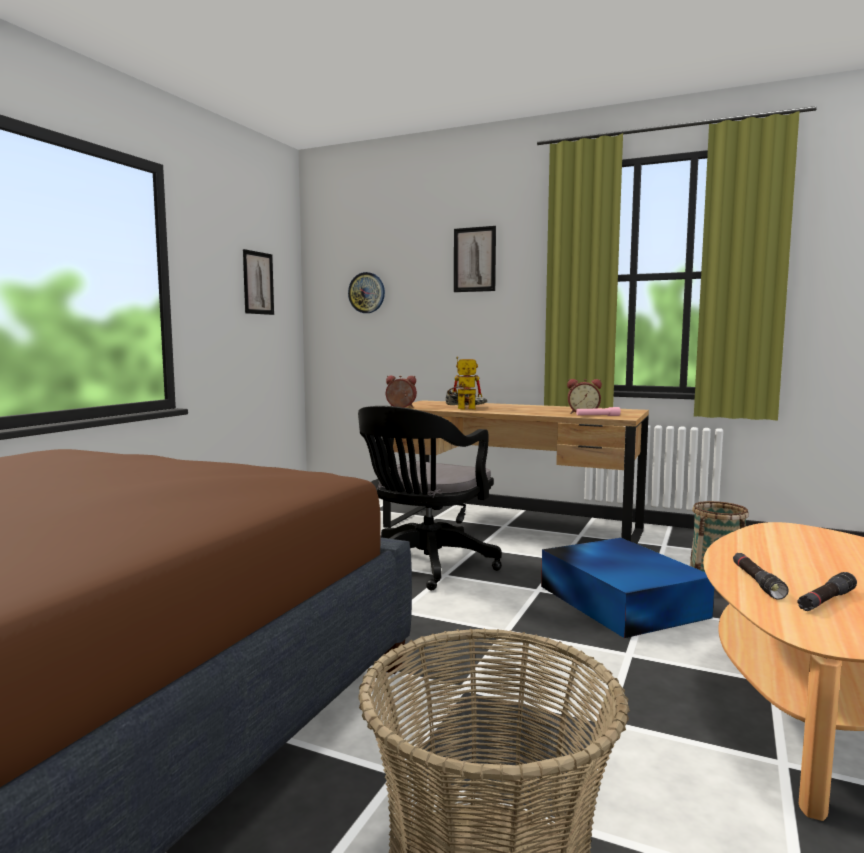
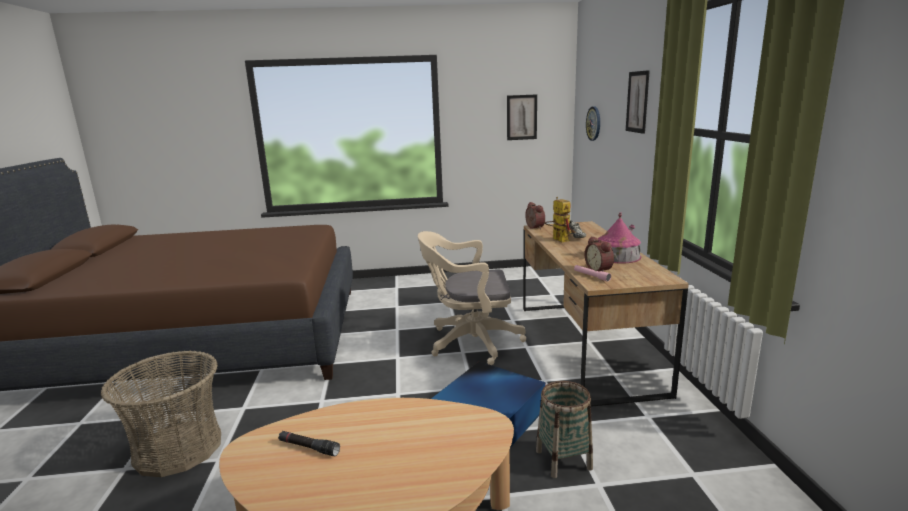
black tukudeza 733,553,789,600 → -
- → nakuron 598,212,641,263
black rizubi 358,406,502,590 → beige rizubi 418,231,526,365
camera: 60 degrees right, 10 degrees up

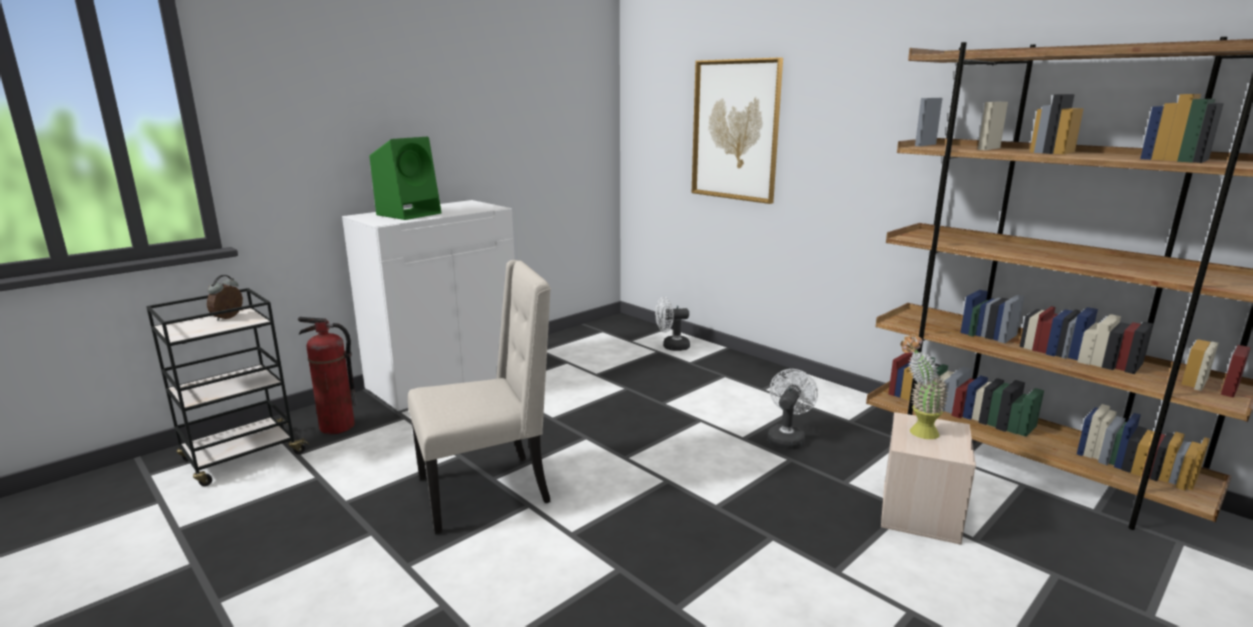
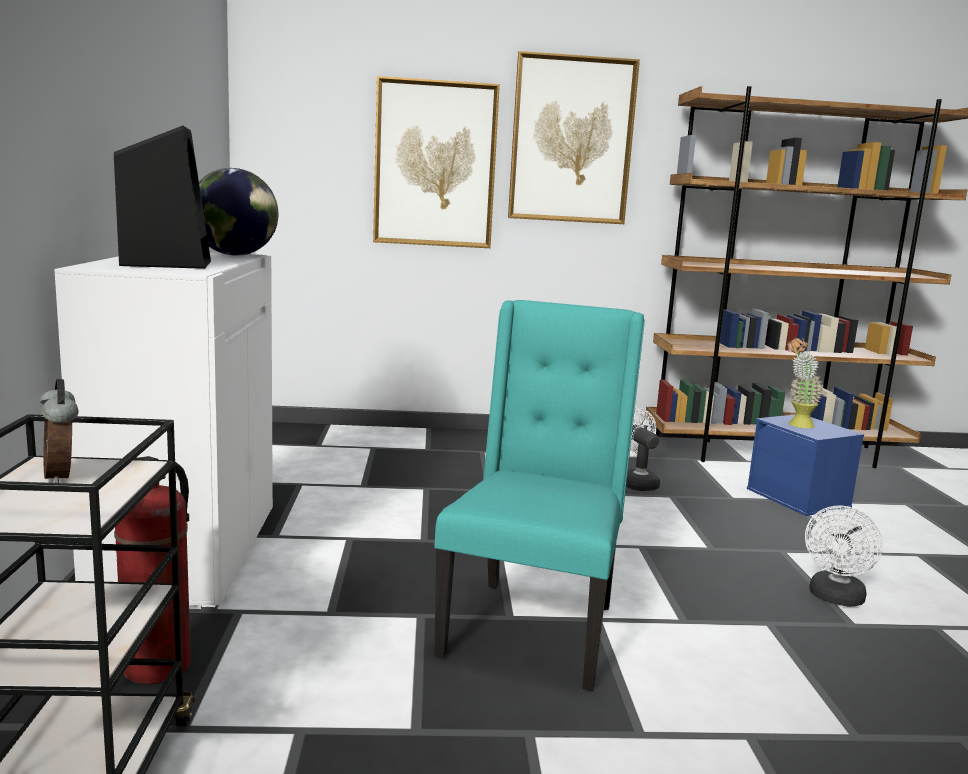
- → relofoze 199,168,278,256
- → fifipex 508,51,640,224
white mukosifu 655,297,690,351 → white mukosifu 805,505,883,607, move
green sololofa 369,137,442,220 → black sololofa 114,126,211,269
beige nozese 408,260,551,534 → turquoise nozese 434,300,645,691
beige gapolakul 881,412,976,545 → blue gapolakul 747,414,864,516
camera: 50 degrees left, 5 degrees down

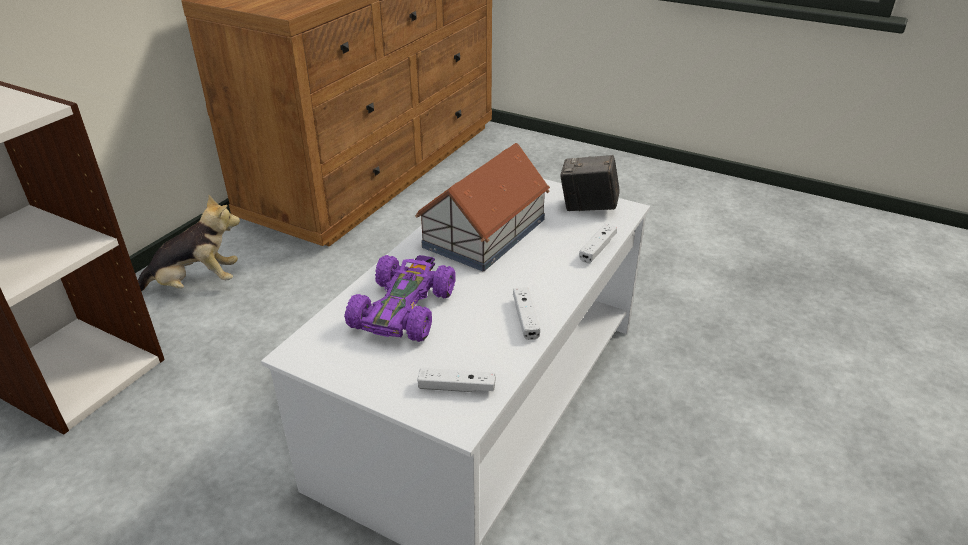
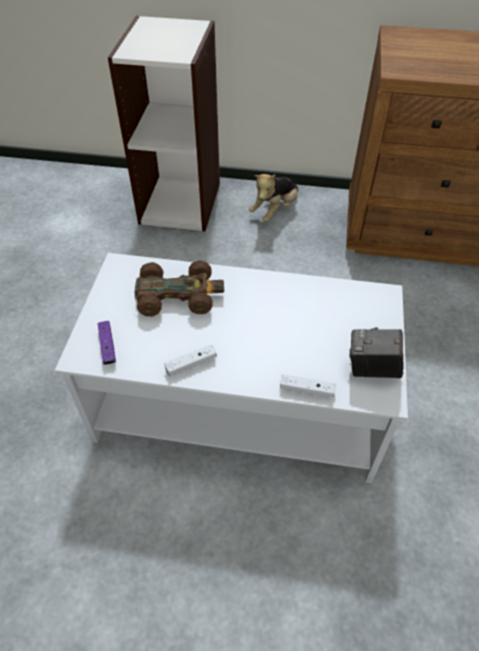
nakuron 415,143,550,271 → -
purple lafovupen 344,255,456,342 → brown lafovupen 135,260,224,316
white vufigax 417,368,495,392 → purple vufigax 98,321,116,365
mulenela 138,195,240,292 → mulenela 249,174,298,222, 75 degrees clockwise
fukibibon 560,155,620,211 → fukibibon 349,327,403,378, 75 degrees counterclockwise
camera: 70 degrees right, 15 degrees up

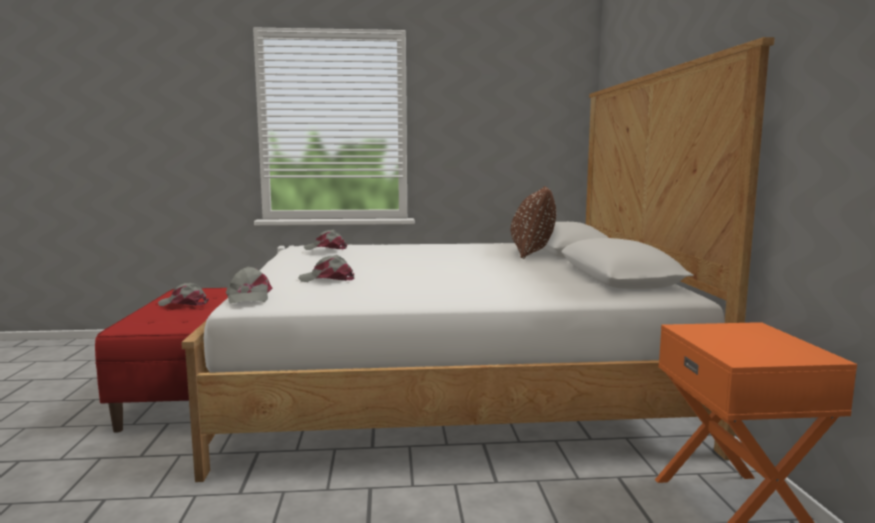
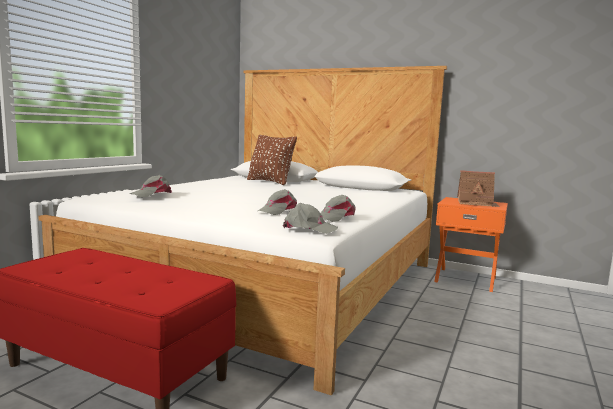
- → nakuron 457,170,500,207
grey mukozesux 158,283,209,306 → grey mukozesux 321,195,356,222, move
camera: 60 degrees left, 0 degrees up

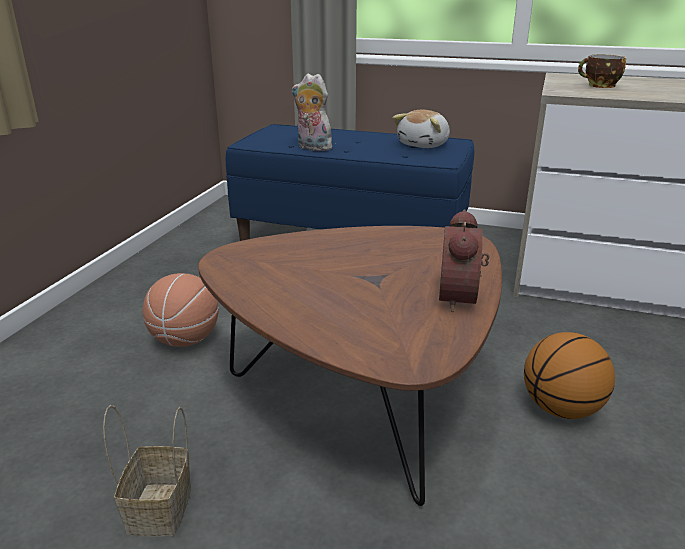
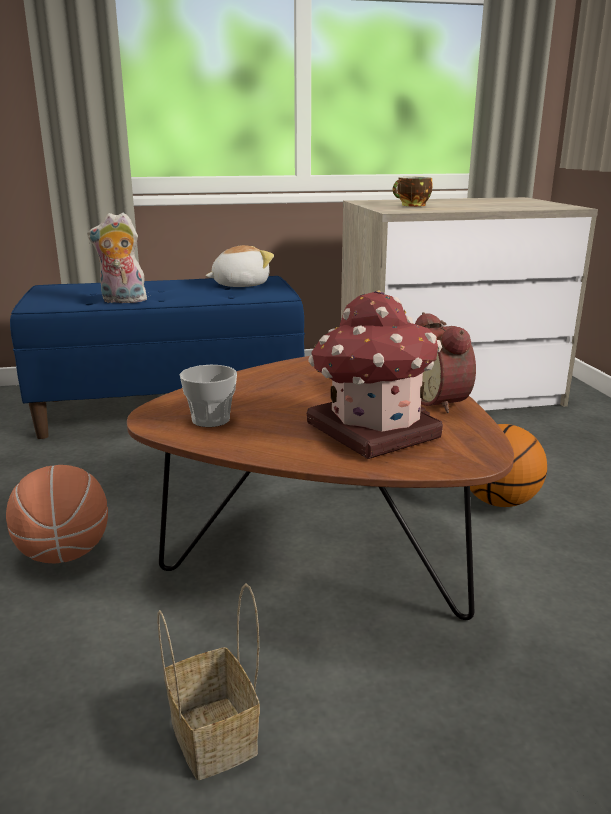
- → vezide 180,365,237,427
- → nakuron 307,290,443,459
mulenela 393,110,450,148 → mulenela 206,245,274,287, 120 degrees counterclockwise
camera: 30 degrees left, 5 degrees down

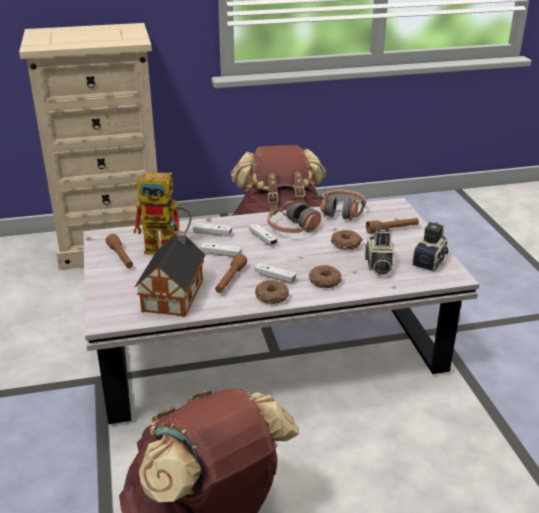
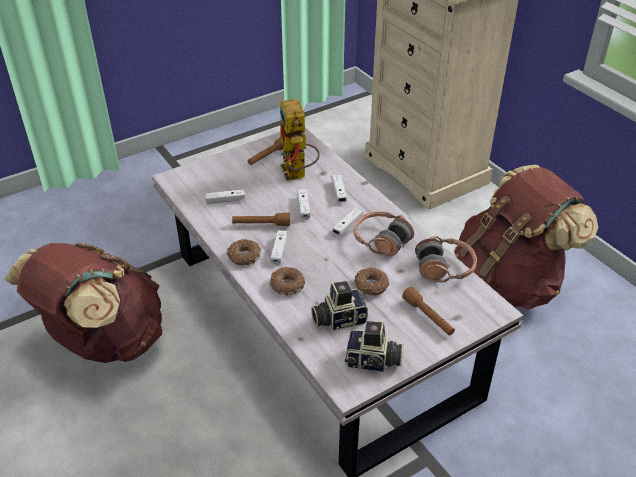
nakuron 134,231,206,317 → white vufigax 205,189,245,204
camera: 70 degrees right, 10 degrees up

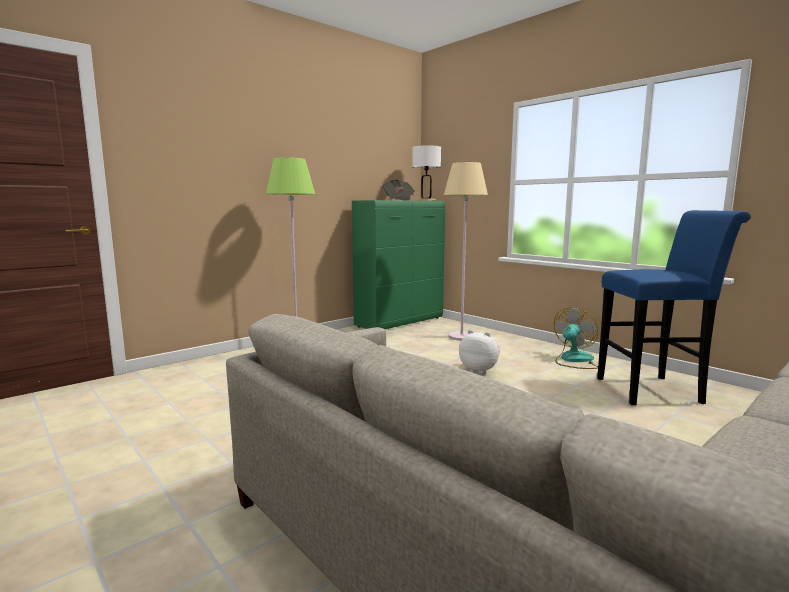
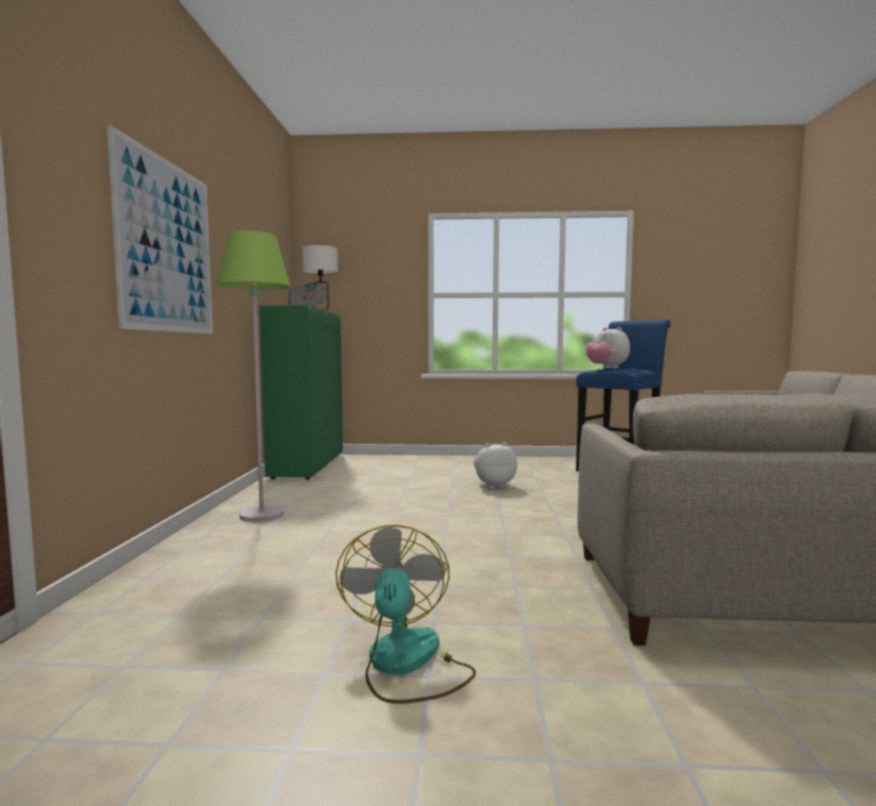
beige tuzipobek 444,162,488,341 → -
- → fifipex 107,124,213,334
- → mulenela 585,327,630,369
mukosifu 554,307,598,369 → mukosifu 336,525,476,704, move
camera: 45 degrees left, 5 degrees down

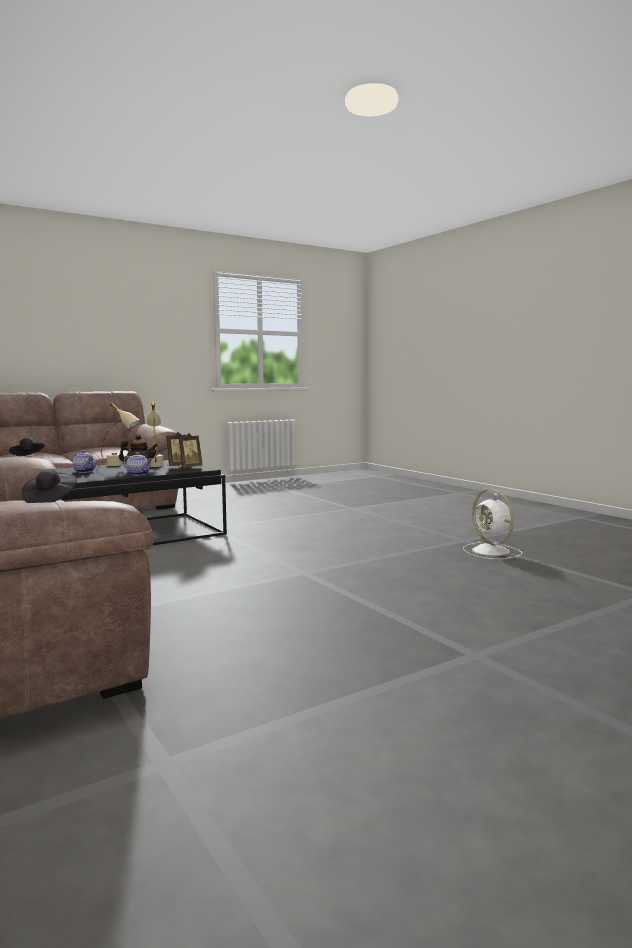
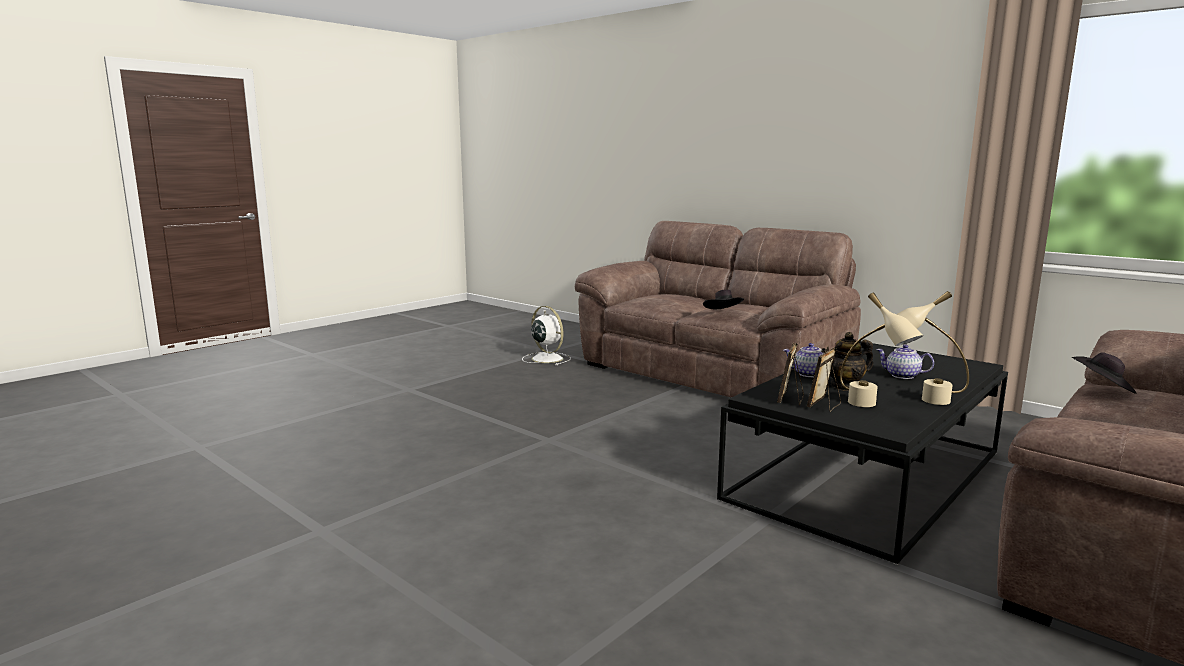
white mukosifu 463,489,522,559 → white mukosifu 522,306,571,365, move
camera: 165 degrees right, 5 degrees up

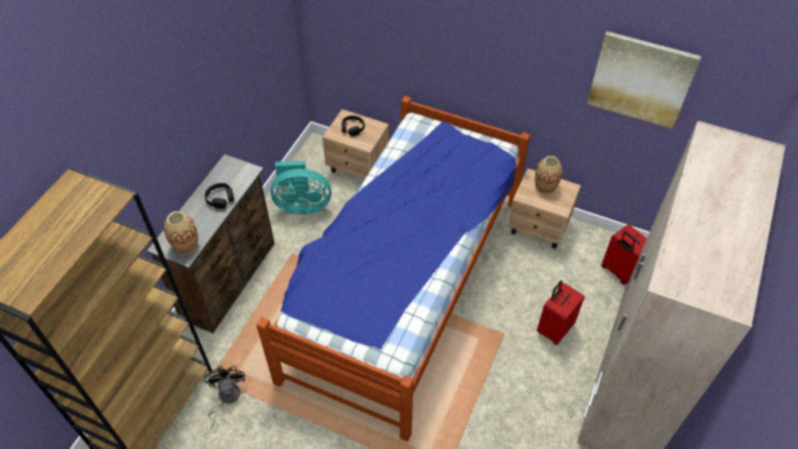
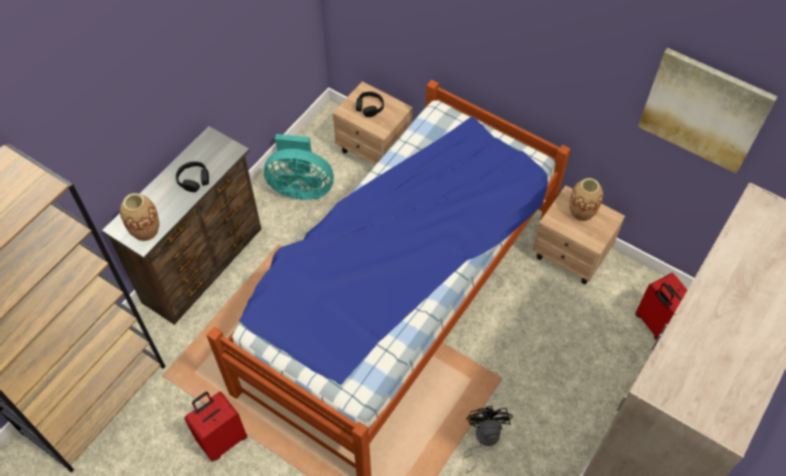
black mukosifu 204,366,245,429 → black mukosifu 463,406,513,473, move
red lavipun 537,280,585,345 → red lavipun 184,392,247,461, move
camera: 10 degrees right, 5 degrees up

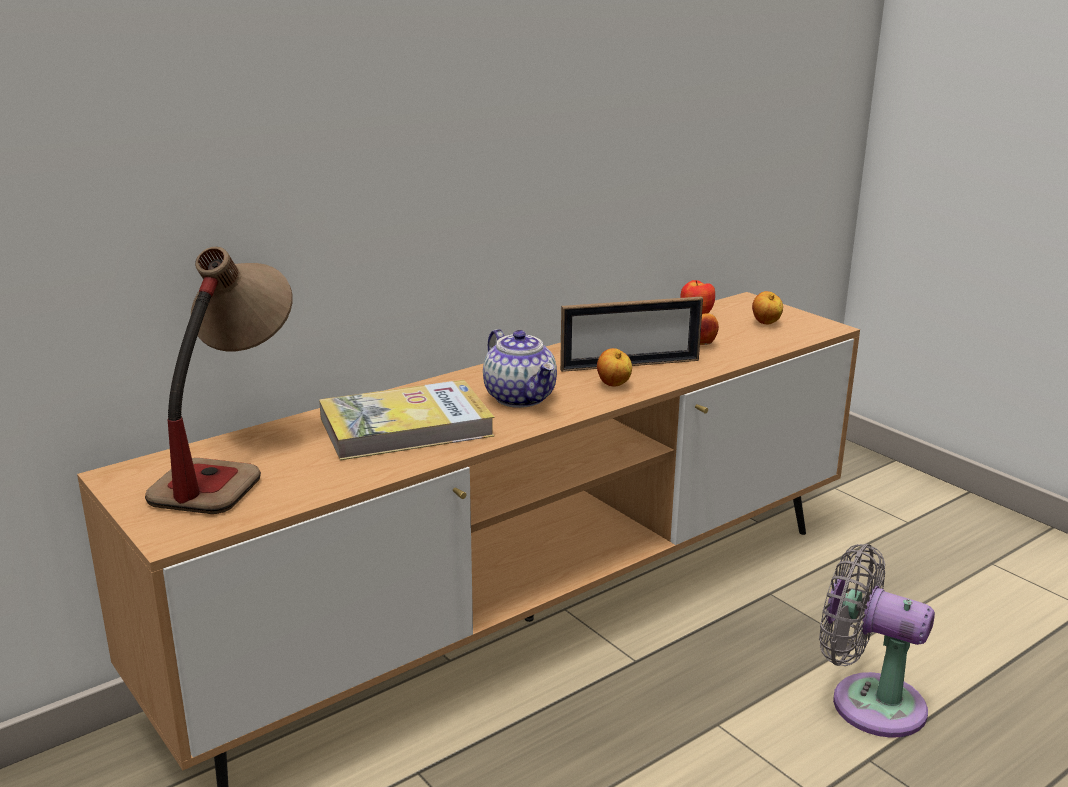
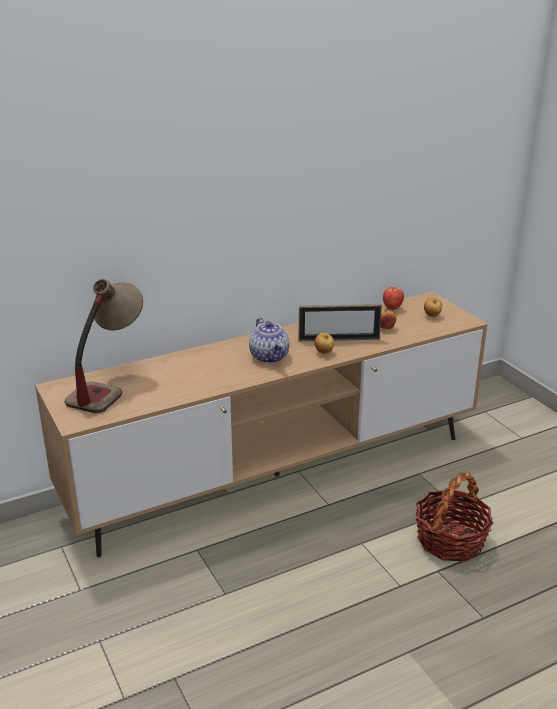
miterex 319,380,495,460 → -
grey mukosifu 819,544,935,738 → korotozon 415,472,493,562
camera: 10 degrees right, 5 degrees up

